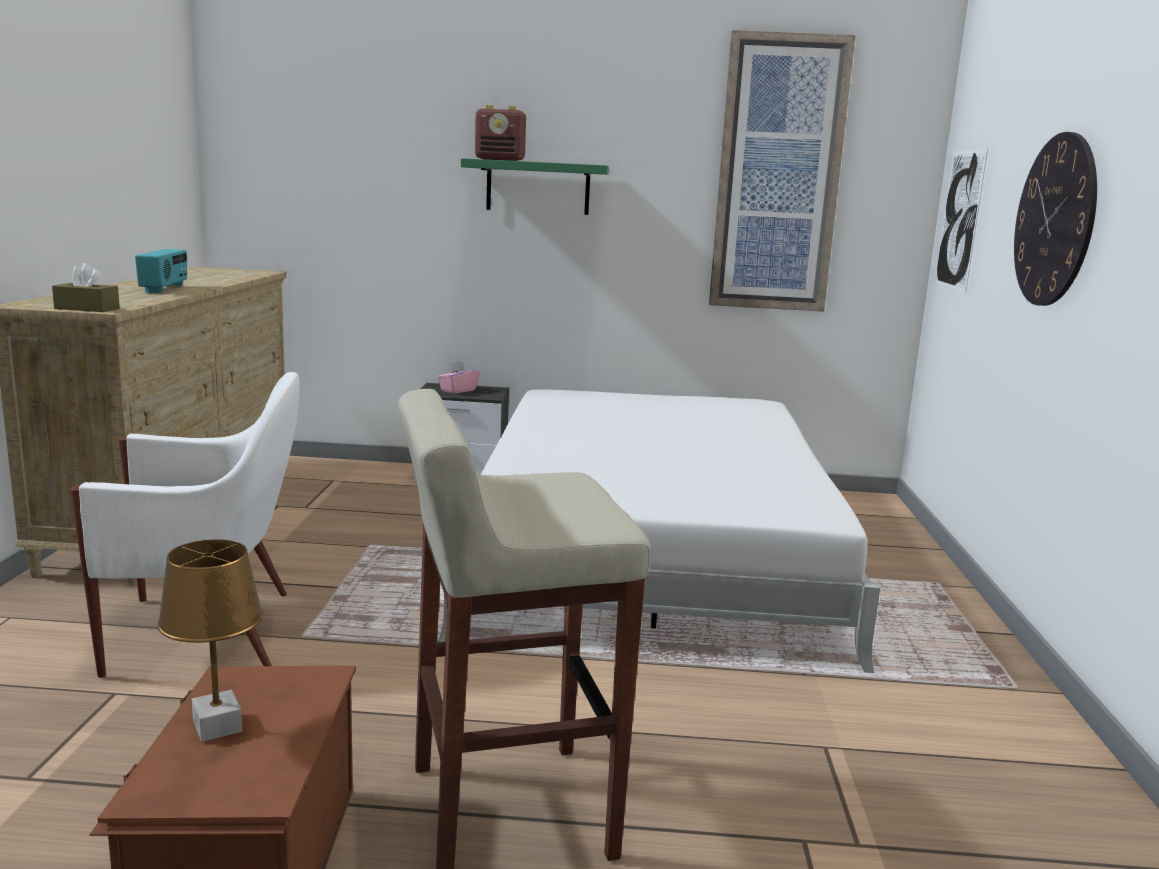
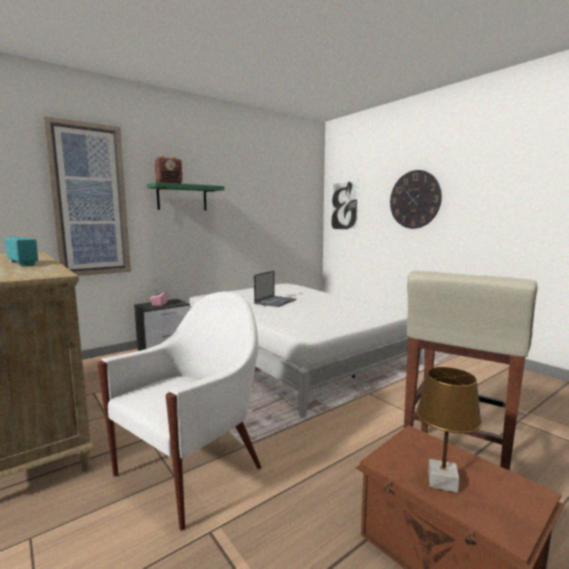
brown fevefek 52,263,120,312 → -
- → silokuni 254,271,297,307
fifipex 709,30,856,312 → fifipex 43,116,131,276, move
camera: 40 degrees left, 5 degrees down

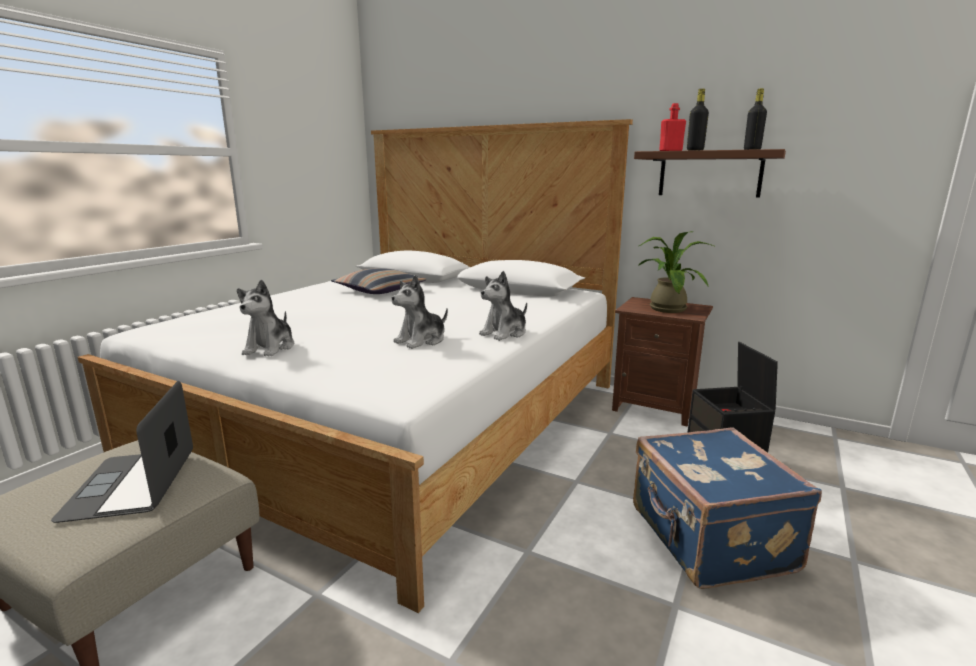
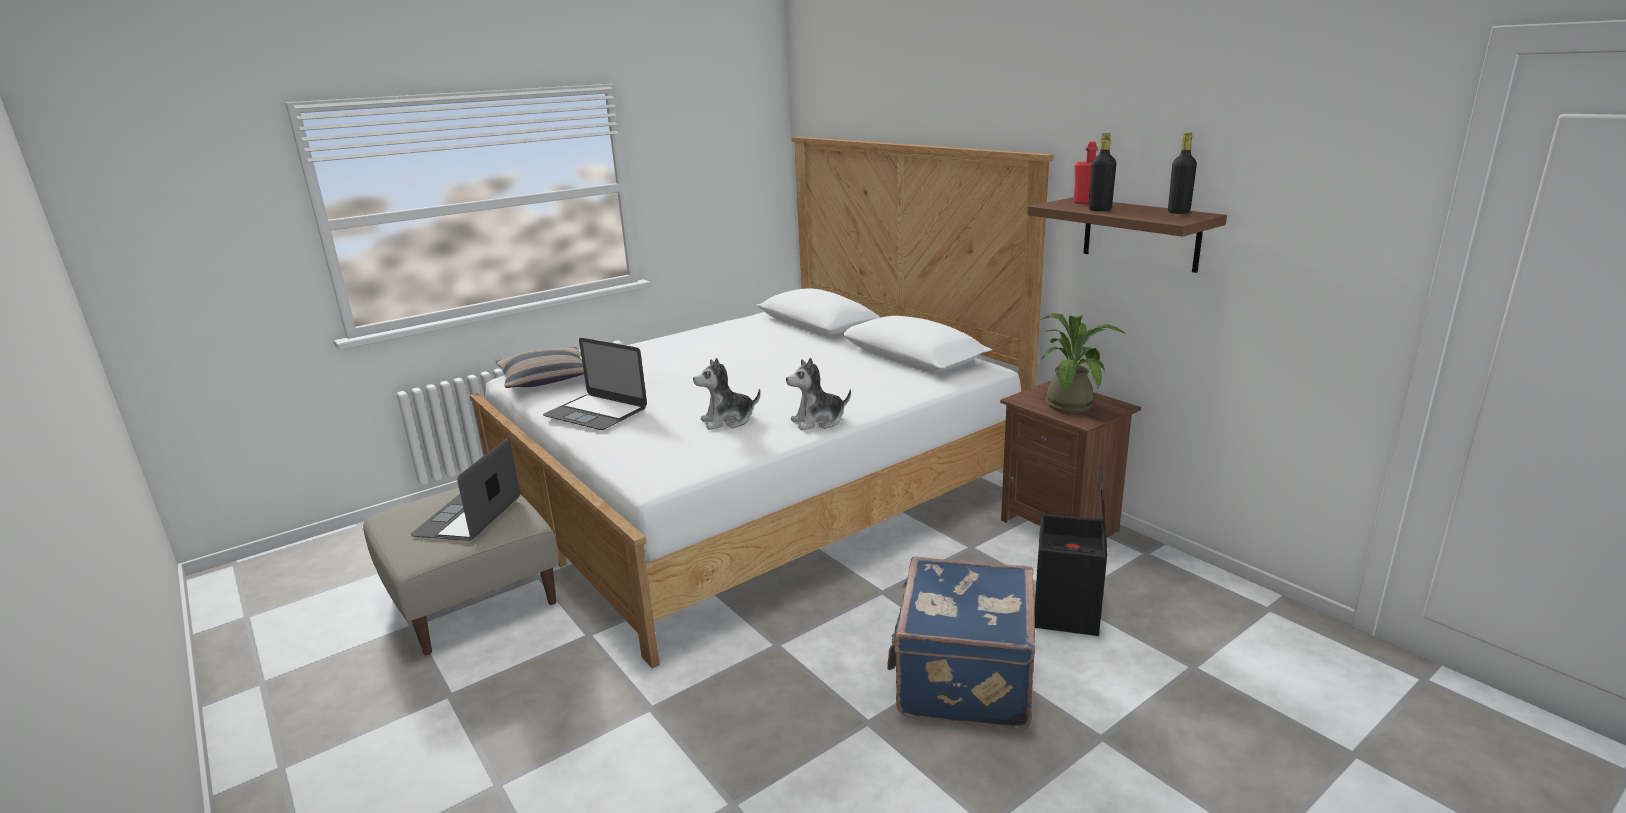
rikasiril 331,268,427,294 → rikasiril 496,347,584,388, move
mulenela 237,280,294,357 → silokuni 543,338,647,430
camera: 25 degrees right, 5 degrees up

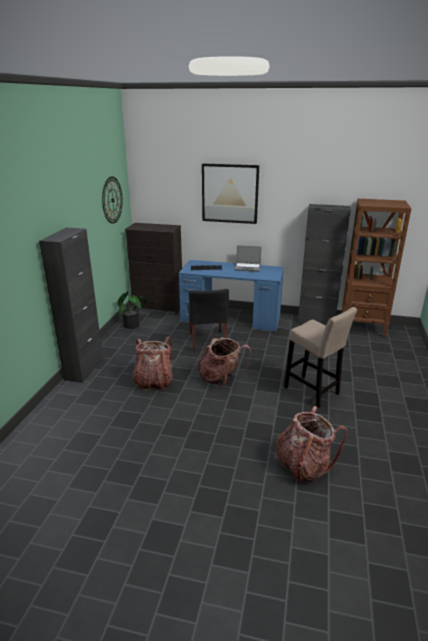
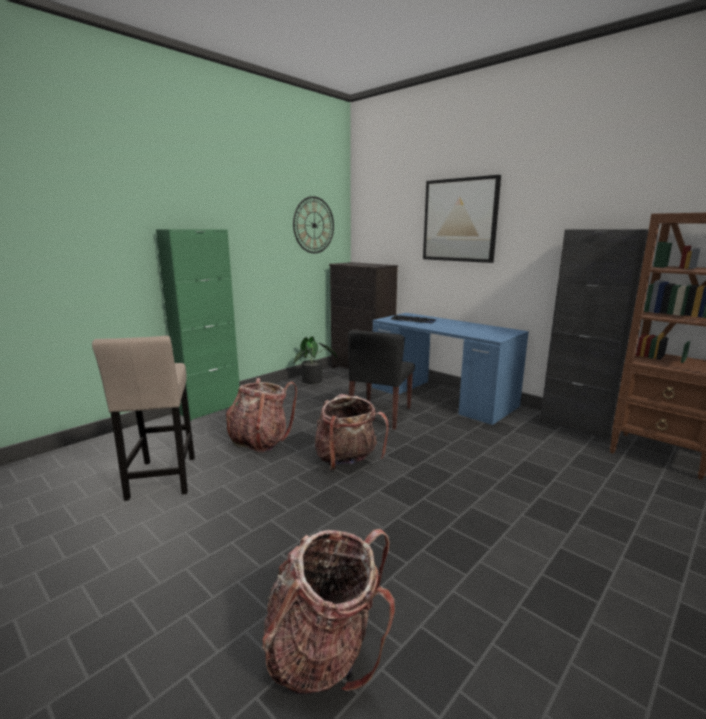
silokuni 234,245,262,272 → -
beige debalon 284,307,357,408 → beige debalon 92,336,195,501, move
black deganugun 39,227,103,383 → green deganugun 156,229,240,421
camera: 30 degrees right, 10 degrees down

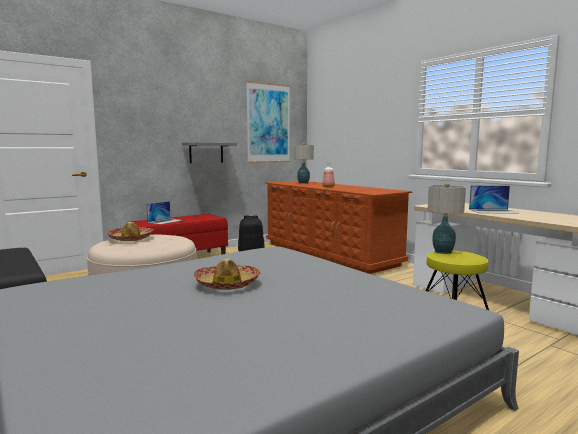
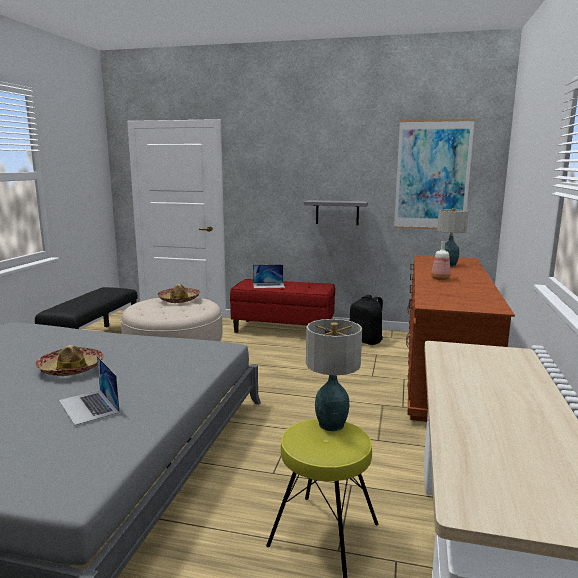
silokuni 469,186,520,214 → silokuni 59,356,120,426, move
camera: 50 degrees right, 5 degrees up

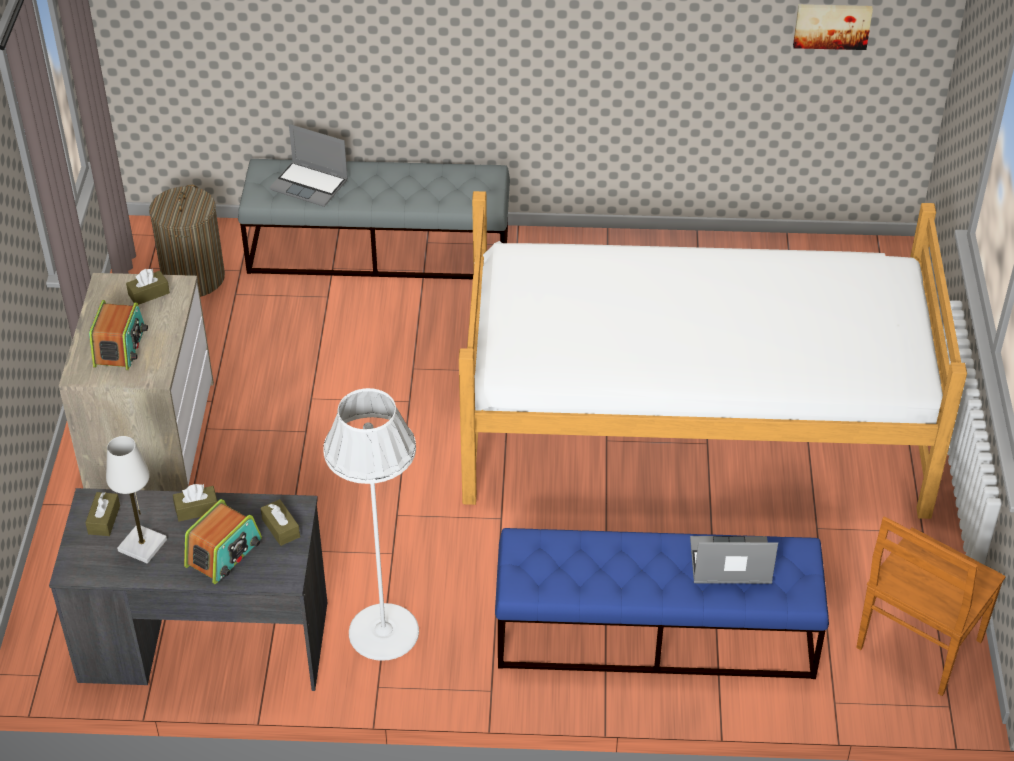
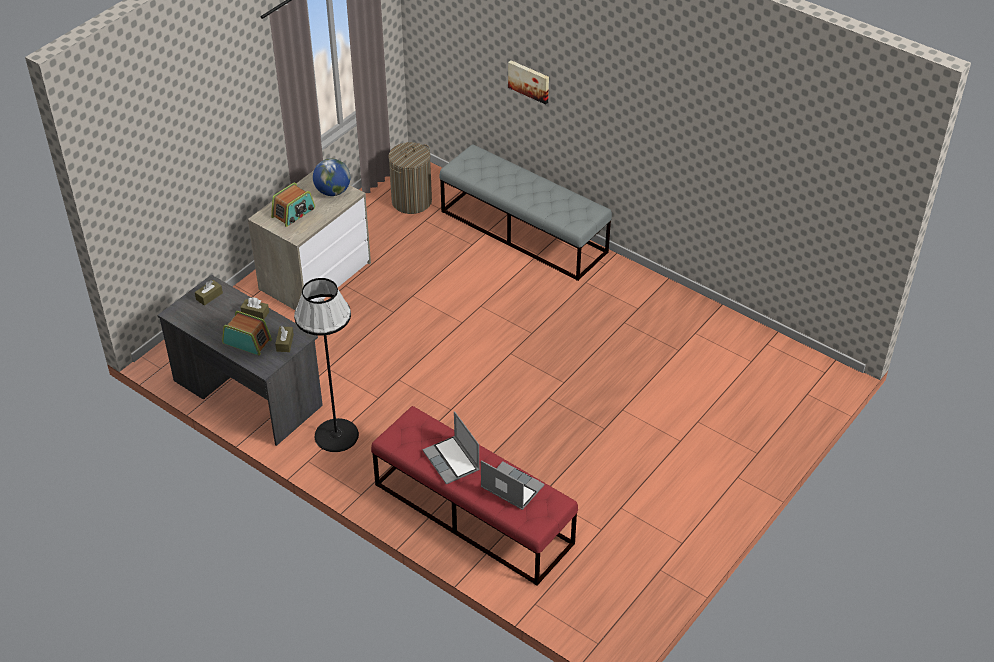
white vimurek 106,436,167,564 → -
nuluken 459,191,967,519 → -
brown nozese 856,517,1006,696 → -
silokuni 270,124,348,207 → silokuni 423,411,480,484, move
fifipex 793,4,873,50 → fifipex 508,60,549,104, move
brown fevefek 126,269,170,305 → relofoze 313,158,350,196
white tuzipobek 323,388,419,661 → black tuzipobek 294,278,359,452
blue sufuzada 495,528,829,679 → red sufuzada 371,406,578,586
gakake 184,499,262,584 → gakake 222,311,272,356, 135 degrees counterclockwise
camera: 35 degrees right, 0 degrees up

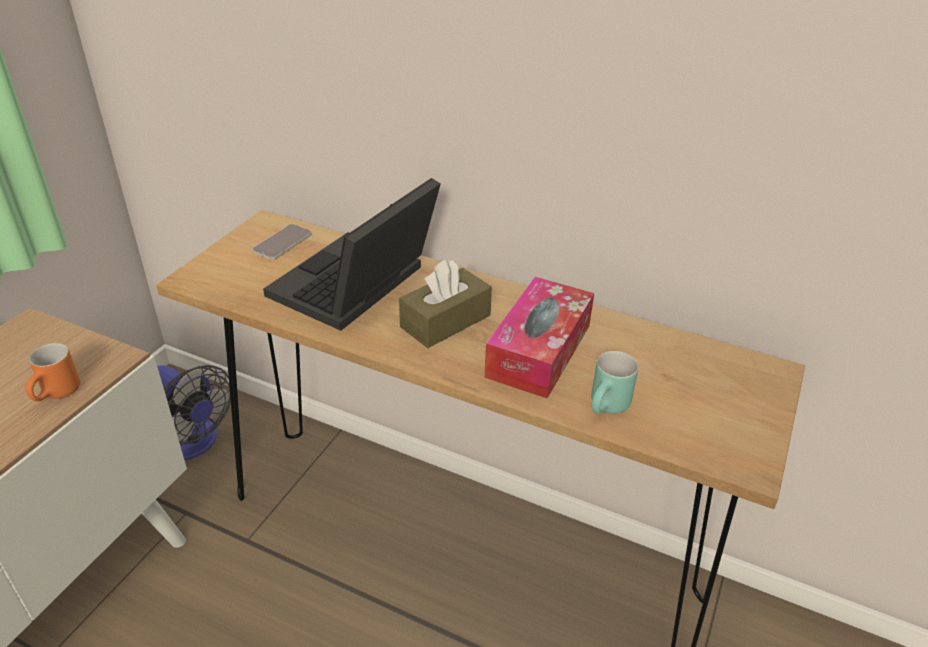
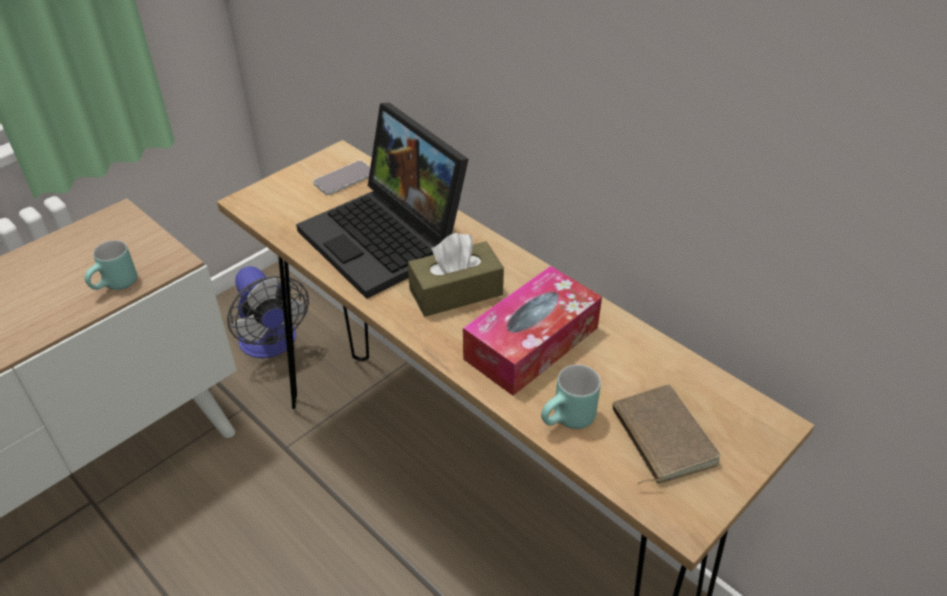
- → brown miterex 613,384,721,485
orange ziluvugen 25,343,80,402 → turquoise ziluvugen 85,240,137,290
silokuni 263,178,441,331 → silokuni 296,103,469,299, 90 degrees counterclockwise
camera: 20 degrees right, 5 degrees up

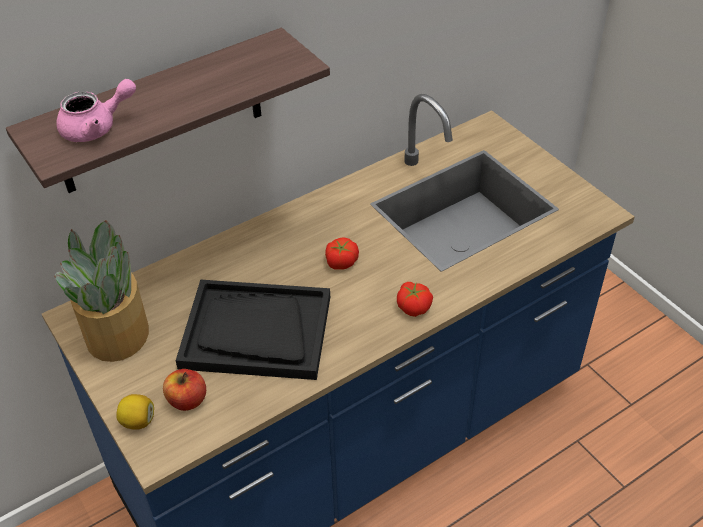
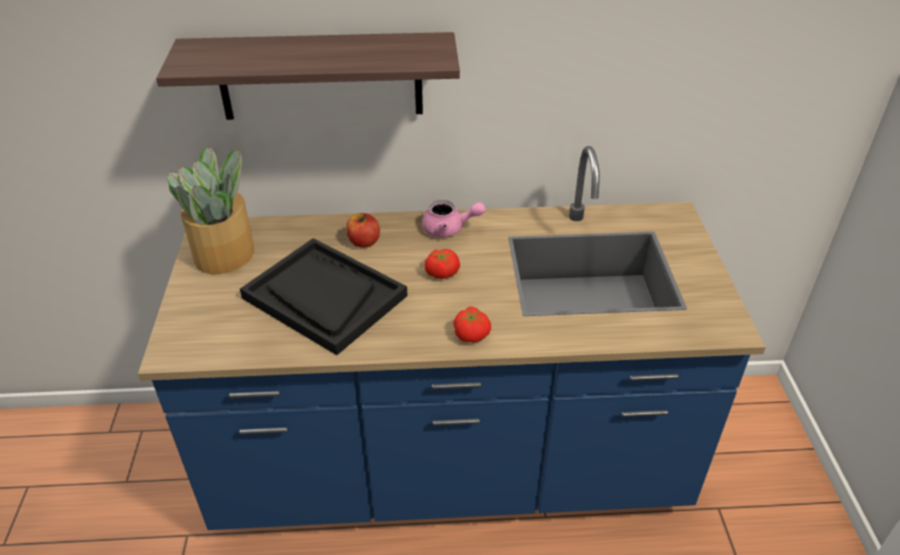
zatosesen 116,394,154,430 → -
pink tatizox 56,79,136,142 → pink tatizox 422,200,485,237, move
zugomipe 163,369,206,411 → zugomipe 346,213,380,248, move
camera: 30 degrees right, 5 degrees down

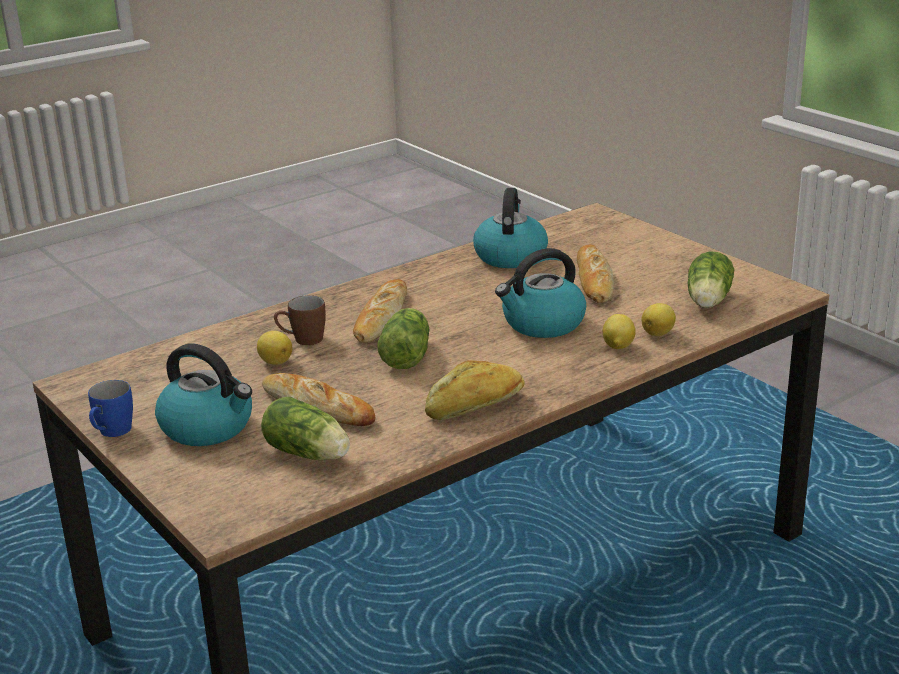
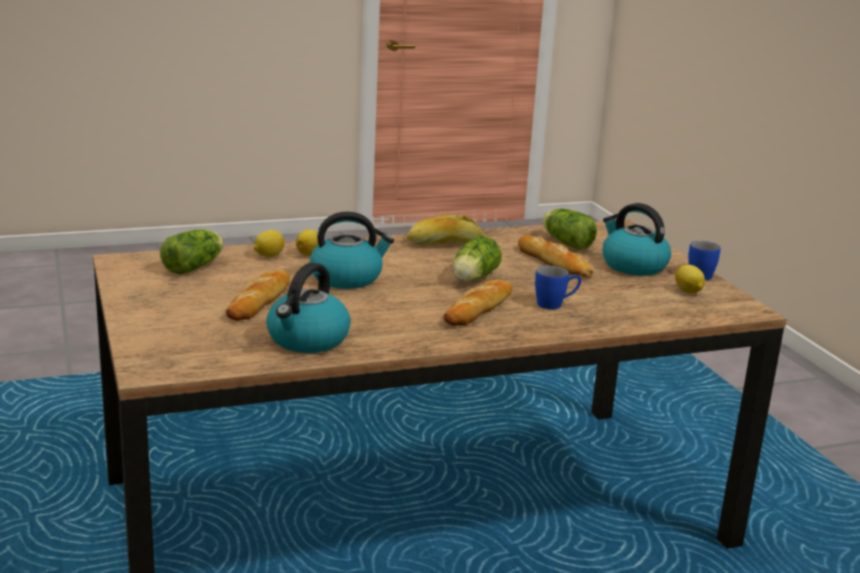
zatosesen 257,331,292,365 → zatosesen 675,265,705,294, move
brown ziluvugen 274,295,326,345 → blue ziluvugen 535,266,581,309
camera: 165 degrees left, 5 degrees down

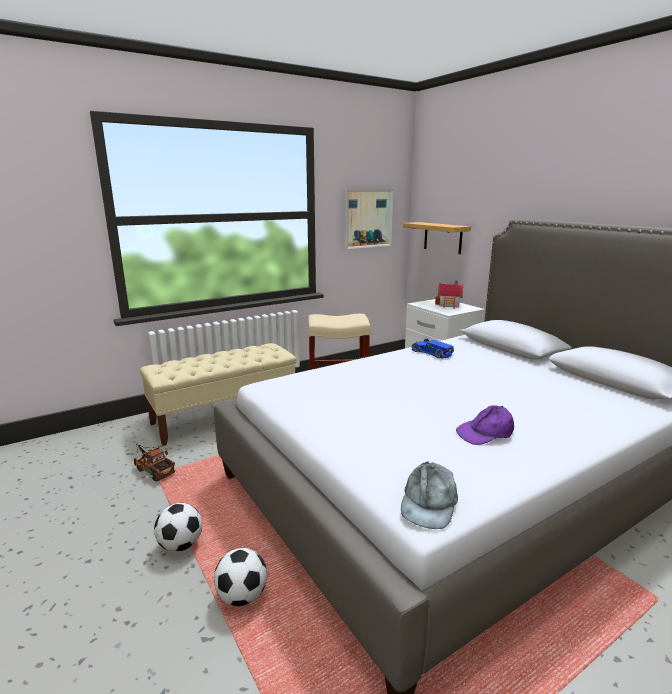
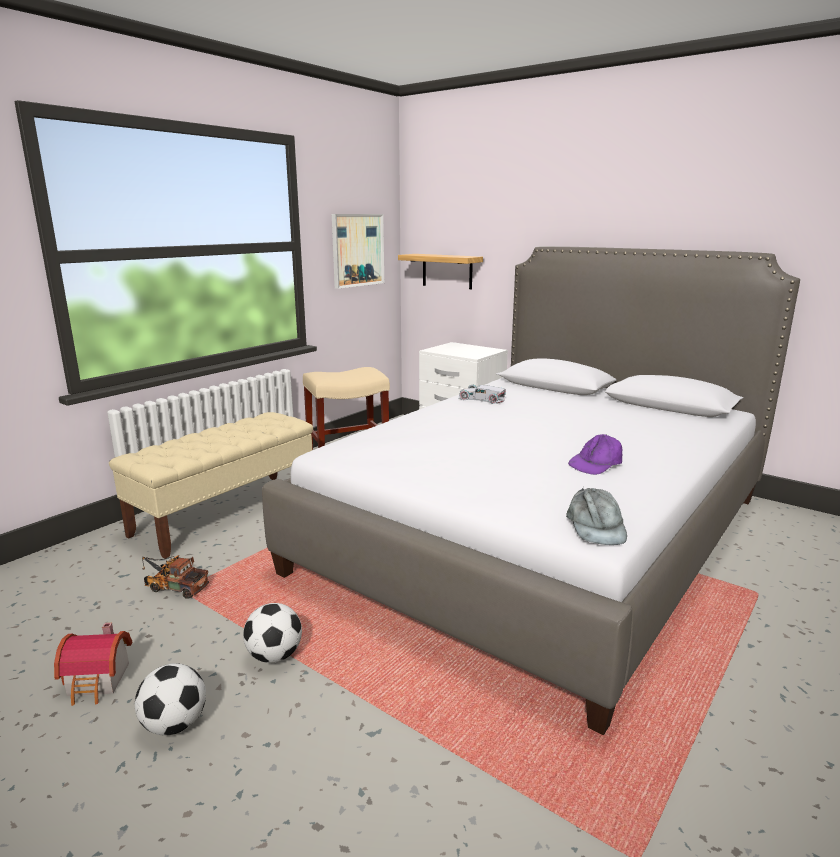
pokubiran 214,548,267,606 → pokubiran 135,663,206,735, move
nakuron 435,281,463,309 → nakuron 54,623,132,706, move
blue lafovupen 412,339,454,358 → white lafovupen 459,385,506,404
camera: 20 degrees left, 0 degrees up

